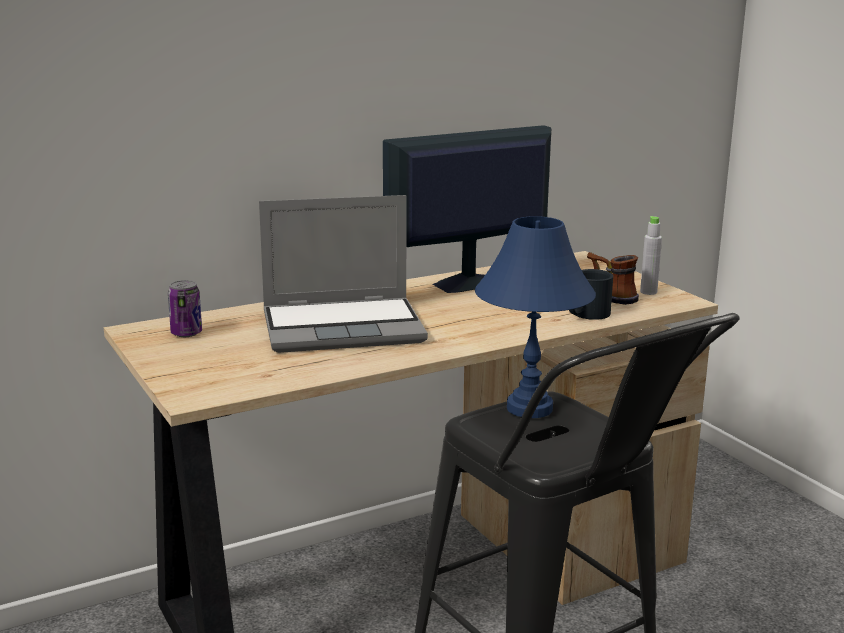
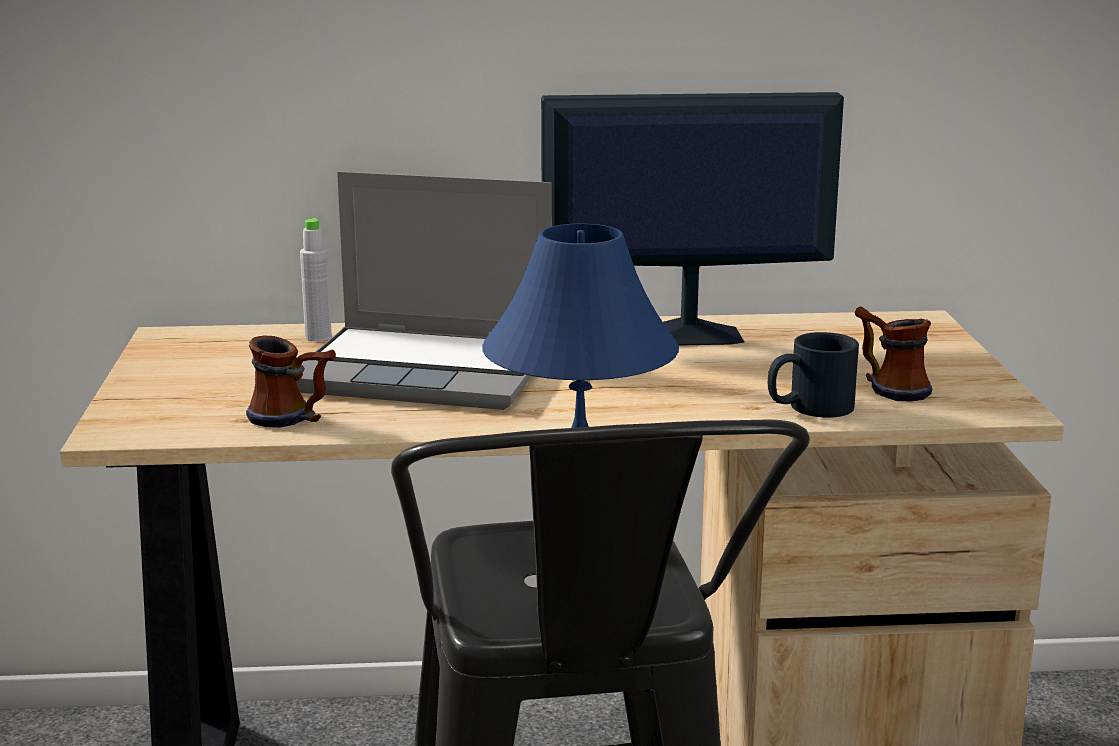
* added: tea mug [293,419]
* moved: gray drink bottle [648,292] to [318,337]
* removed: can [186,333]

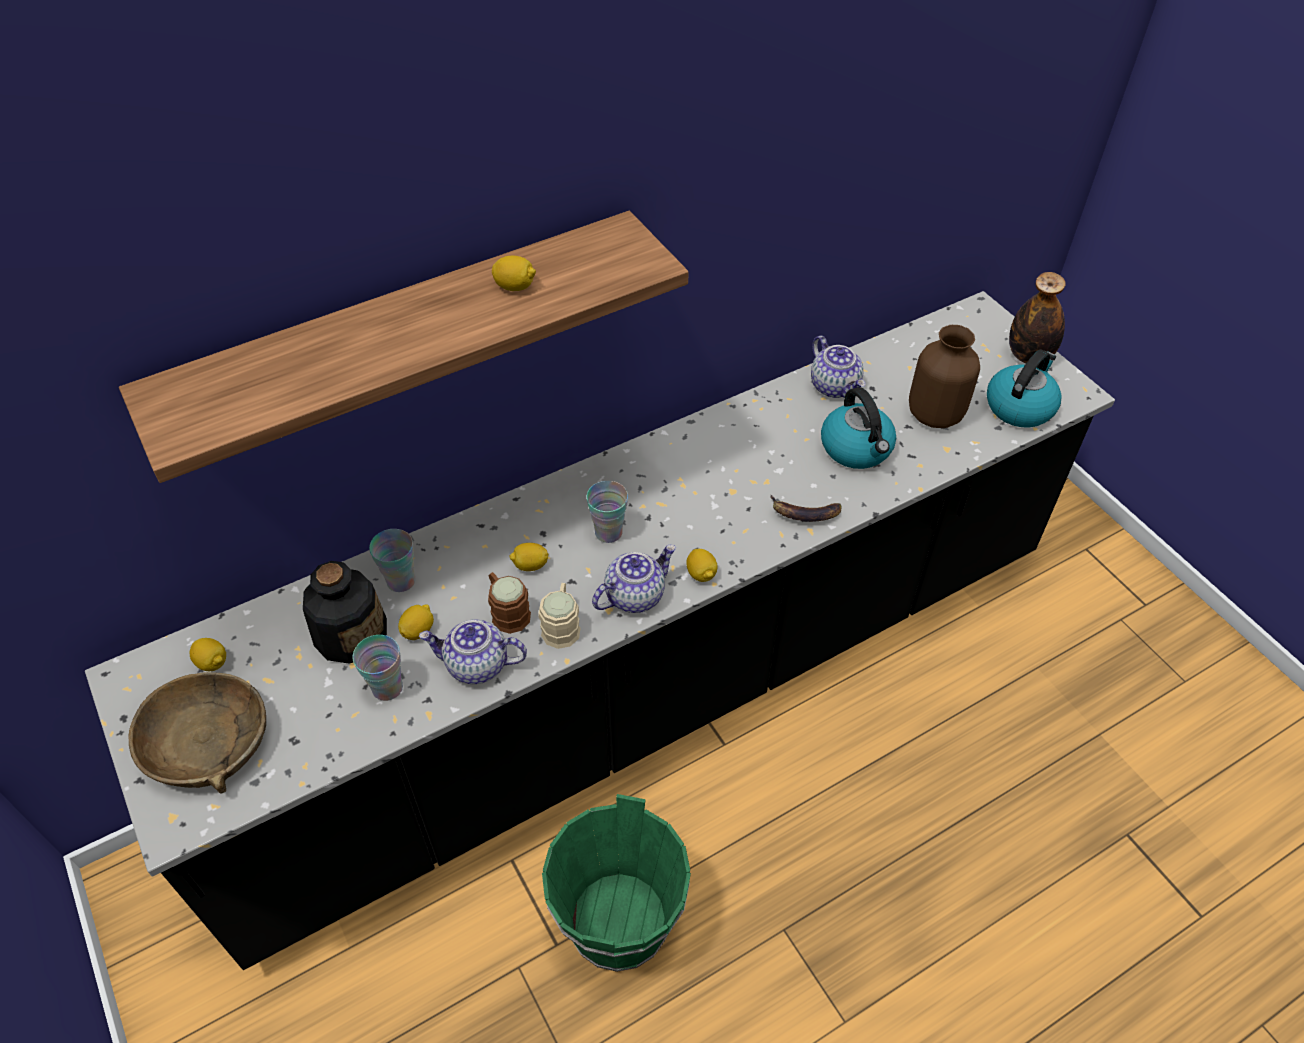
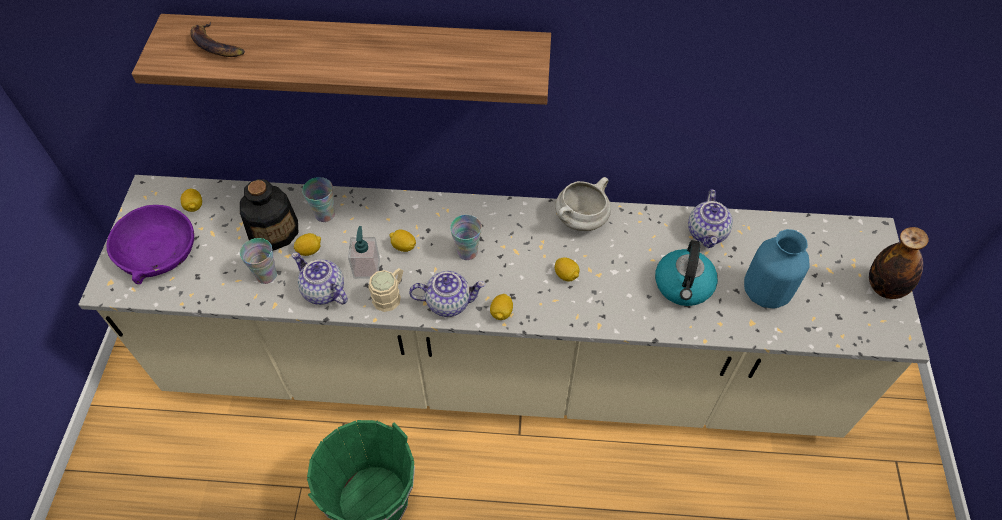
* recoloured: black kitchen base unit [651,689] to beige-coloured kitchen base unit [501,371]
* recoloured: brown bowl [207,742] to purplish bowl [157,251]
* moved: whole banana [804,513] to [216,45]
* replaced: brown tea mug [507,611] to soap bottle [367,268]
* added: white cooking pot [581,220]
* moved: citrus fruit [515,286] to [566,275]
* recoloured: brown vase [934,414] to blue vase [765,292]
* removed: kettle [1019,406]

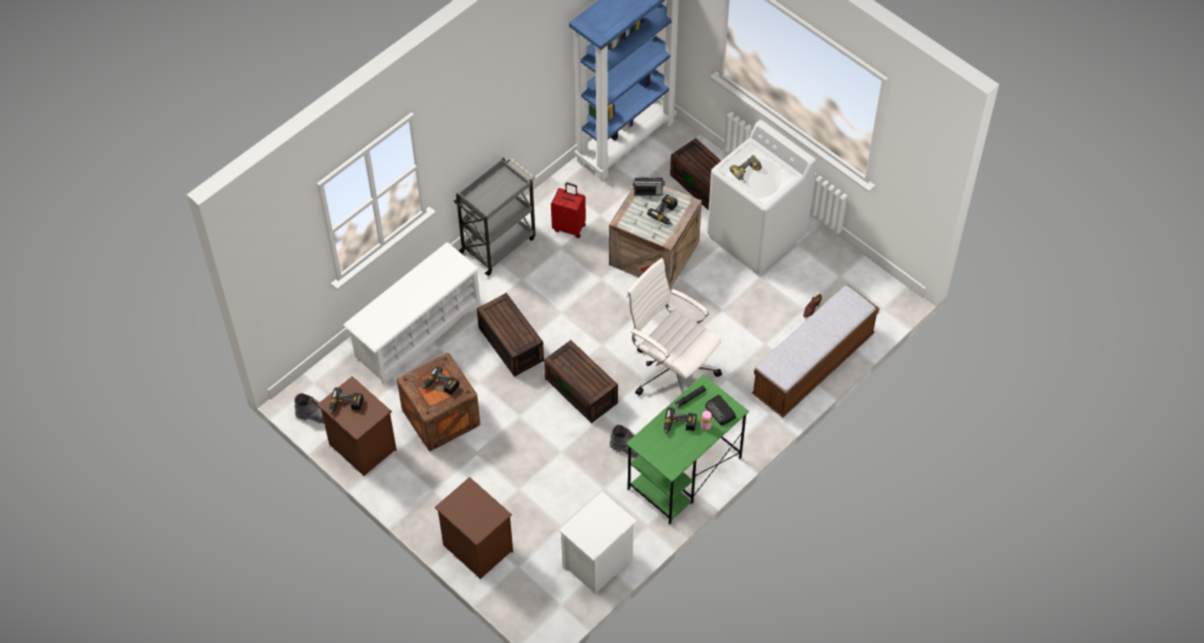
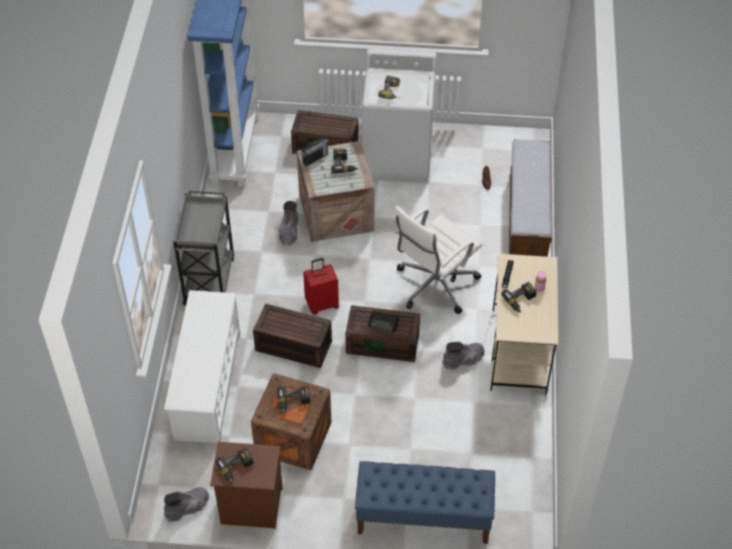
* added: gray tall boot [289,231]
* moved: reddish travel case [569,227] to [322,304]
* replaced: brown night table [476,548] to blue long seat [423,517]
* moved: radio set [720,412] to [384,323]
* turned: white desk chair [672,370] = [434,285] 45 degrees counterclockwise
* recoloured: greenish desk [684,474] to beige-coloured desk [519,351]
* removed: white night table [598,563]

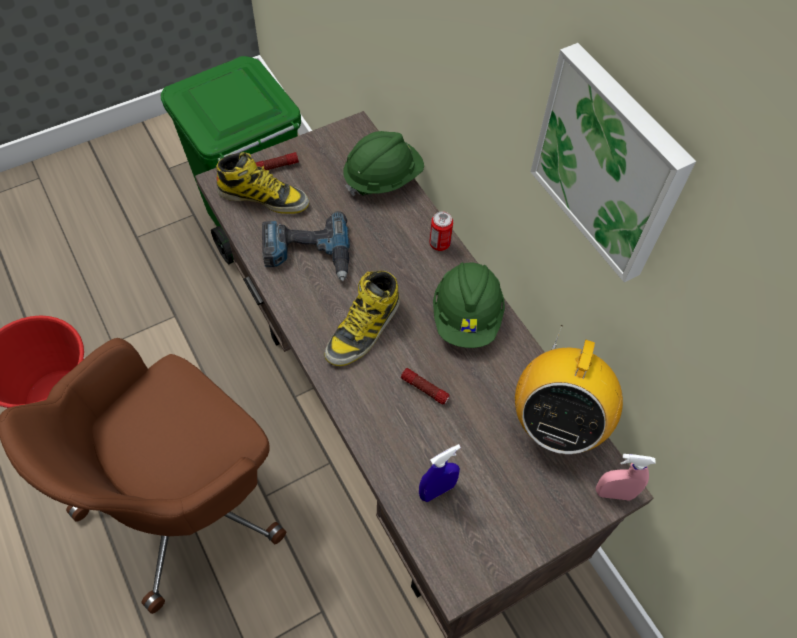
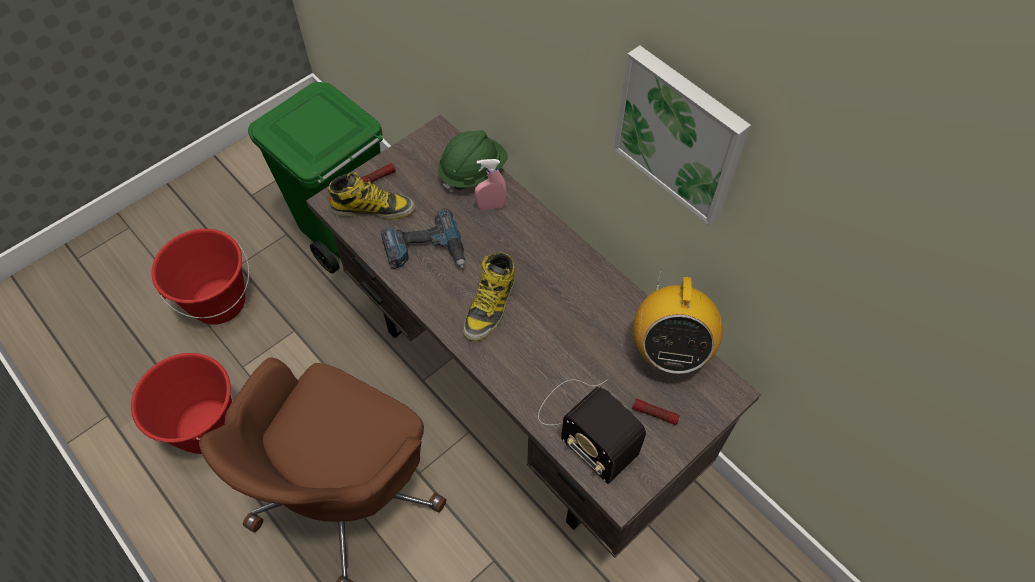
* added: reddish pail [219,302]
* moved: pink-coloured spray bottle [614,493] to [491,206]
* replaced: blue spray bottle [437,490] to radio set [585,426]
* moved: torch [425,389] to [655,414]
* removed: can [439,244]
* removed: greenish safety helmet [467,317]

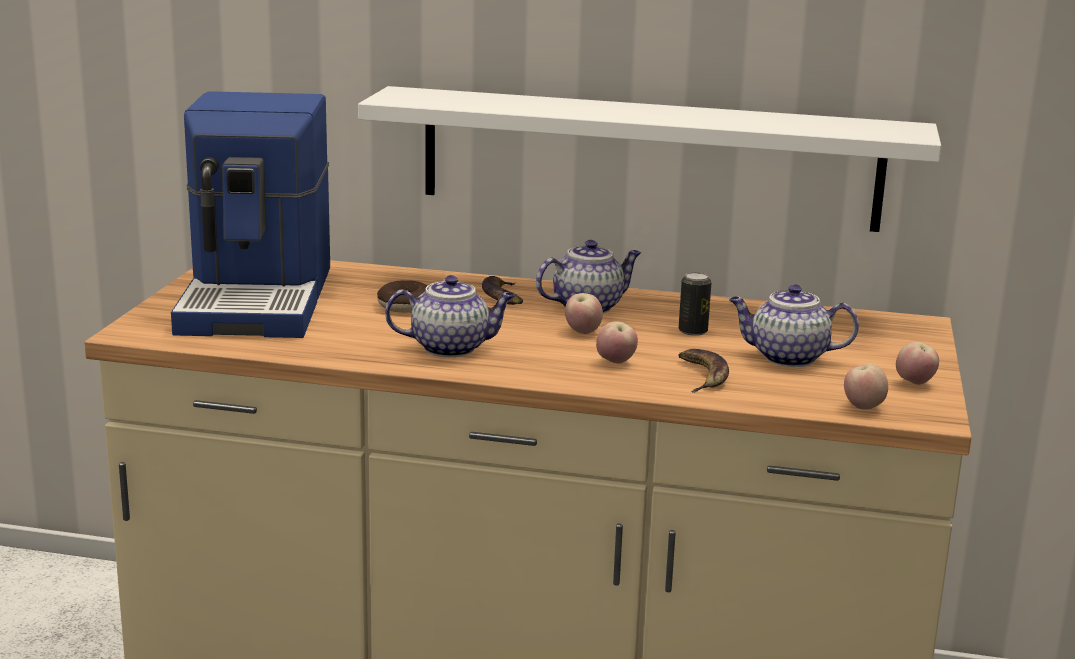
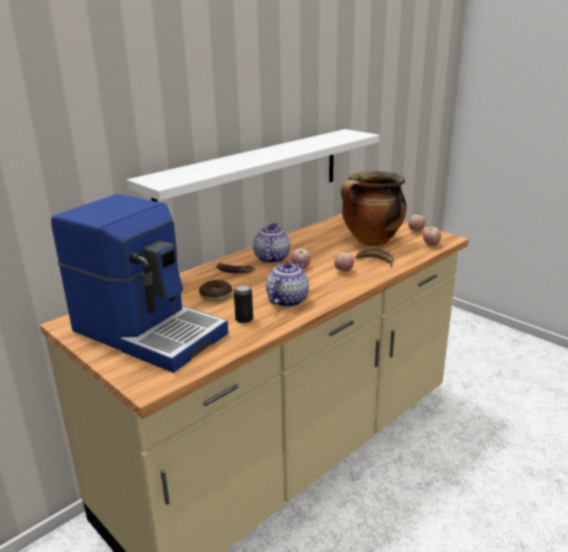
* moved: can [693,331] to [244,319]
* replaced: tea pot [787,358] to cooking pot [371,241]

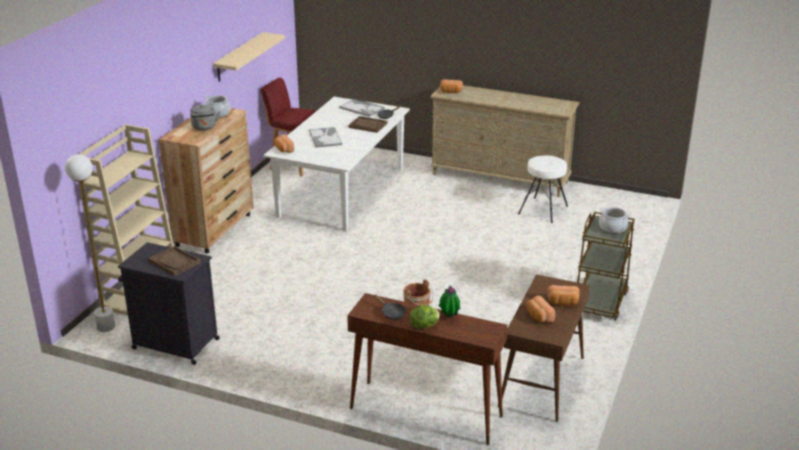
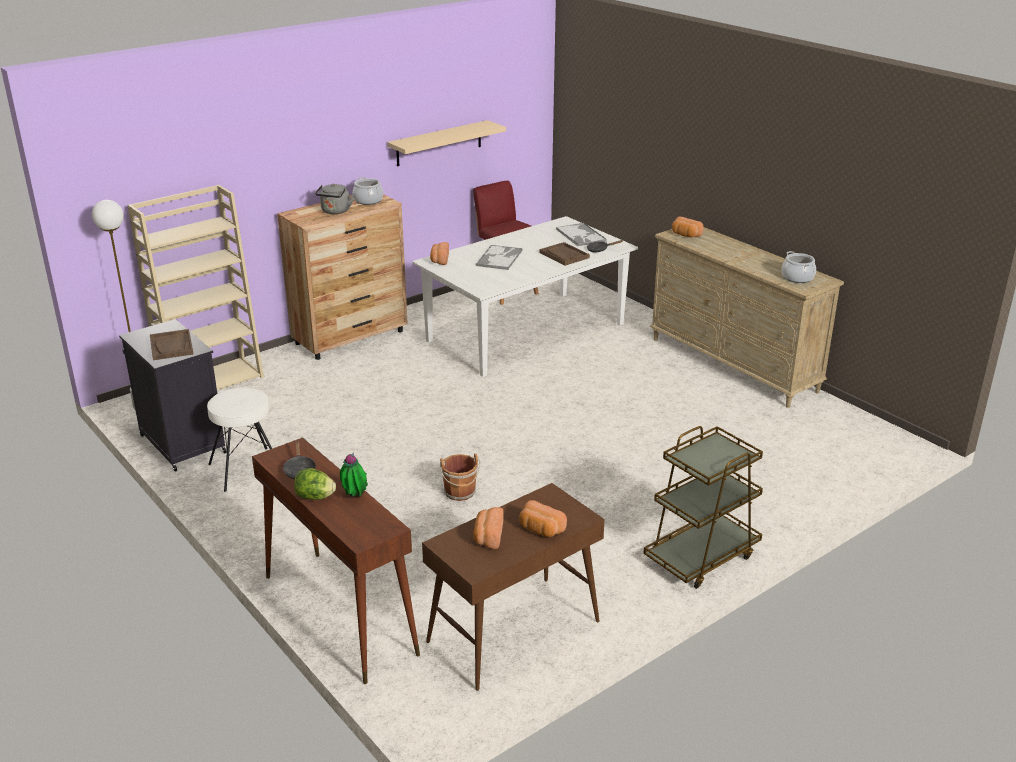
* moved: white stool [543,210] to [246,469]
* moved: cooking pot [612,228] to [797,277]

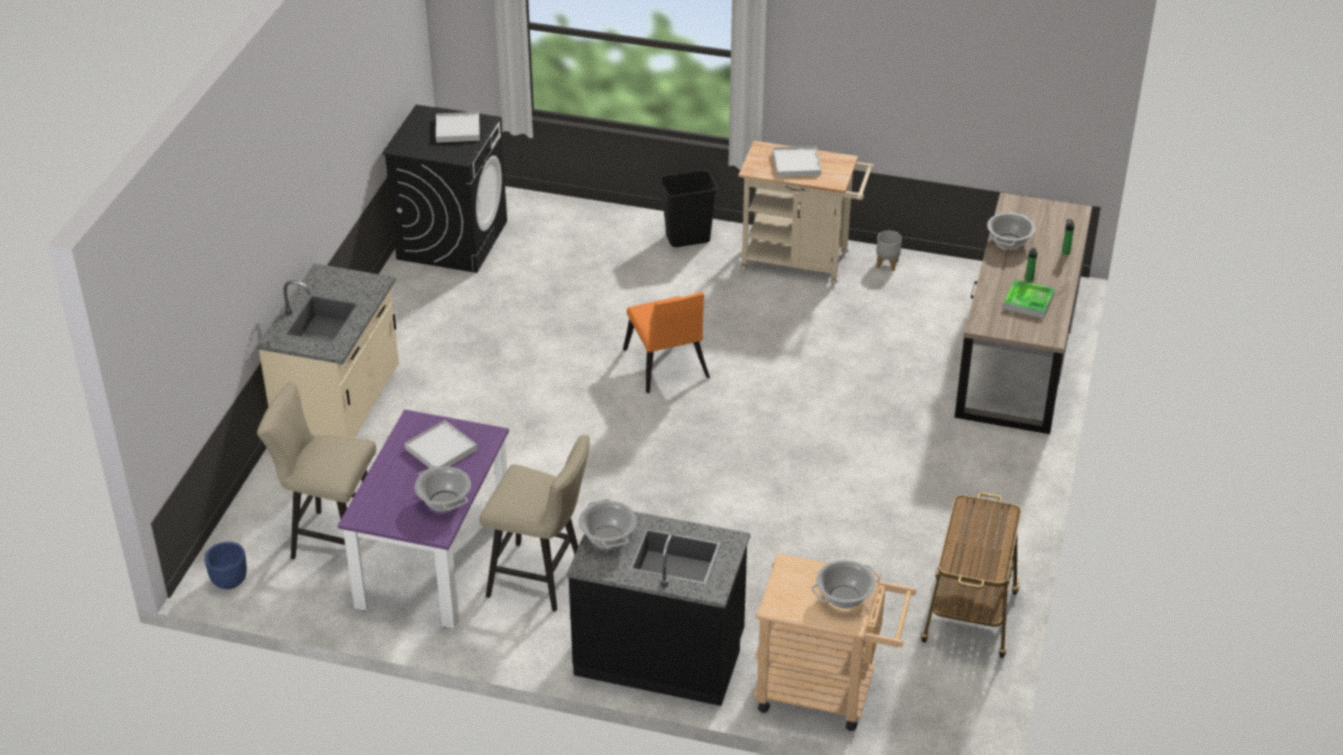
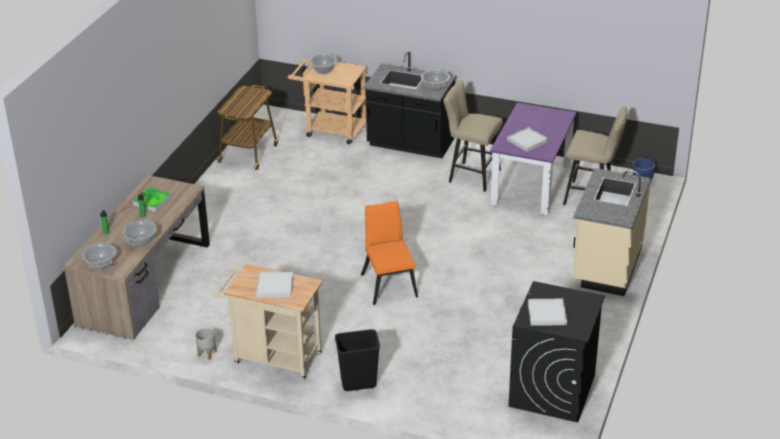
* moved: cooking pot [444,501] to [100,264]

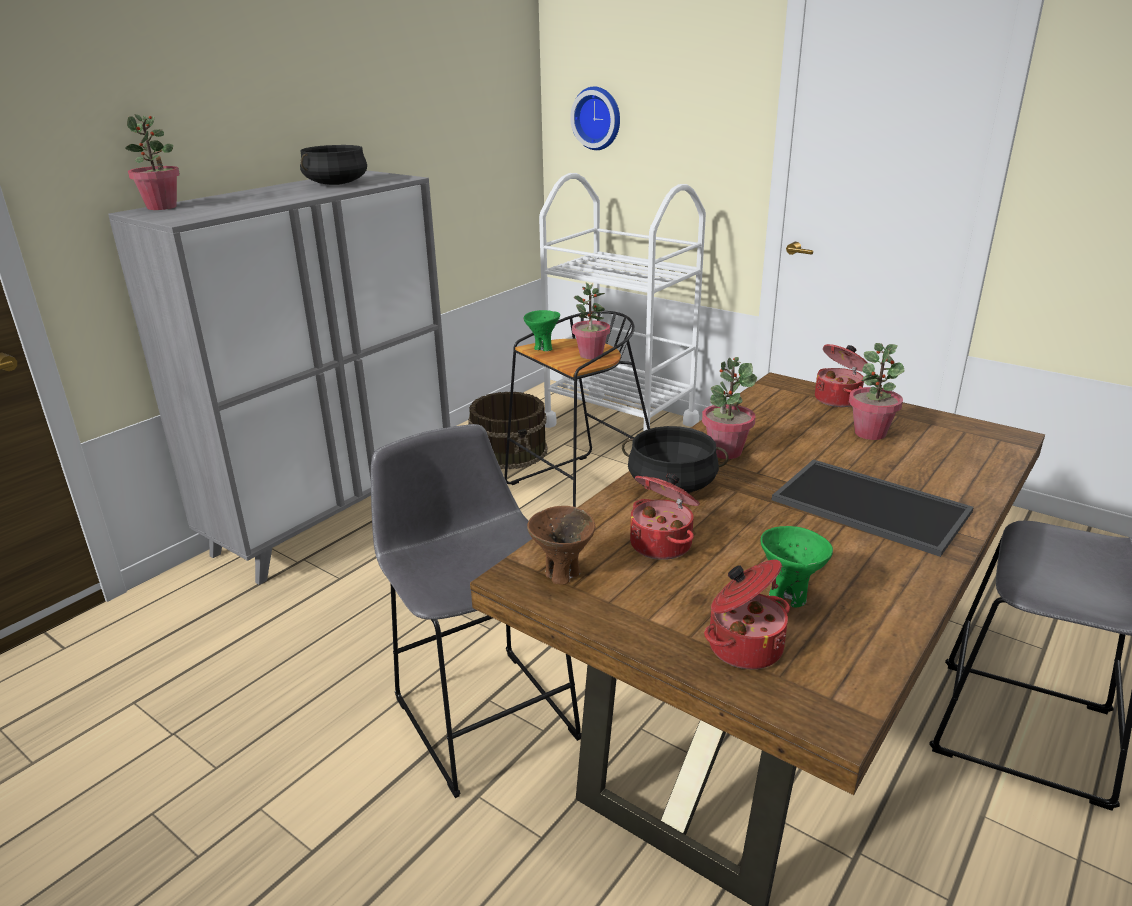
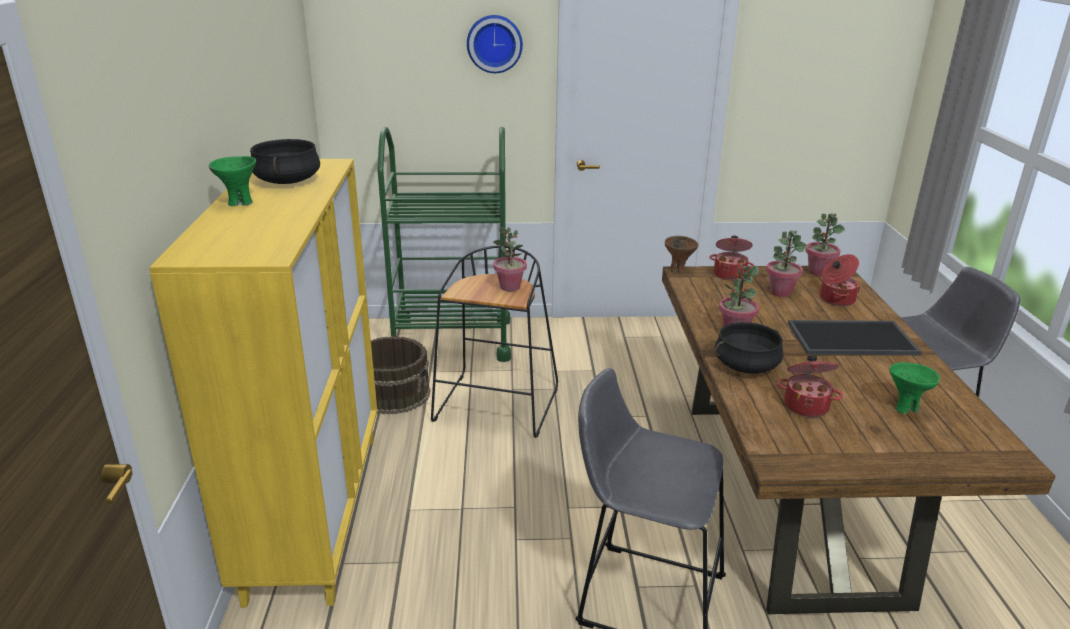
* recoloured: gray cabinet [336,515] to yellow cabinet [315,511]
* moved: greenish bowl [543,348] to [240,203]
* recoloured: white cart [619,424] to greenish cart [452,340]
* moved: clock on the wall [598,118] to [494,43]
* moved: brown bowl [563,575] to [678,270]
* moved: potted plant [162,207] to [818,272]
* moved: cooking pot [743,646] to [835,299]

